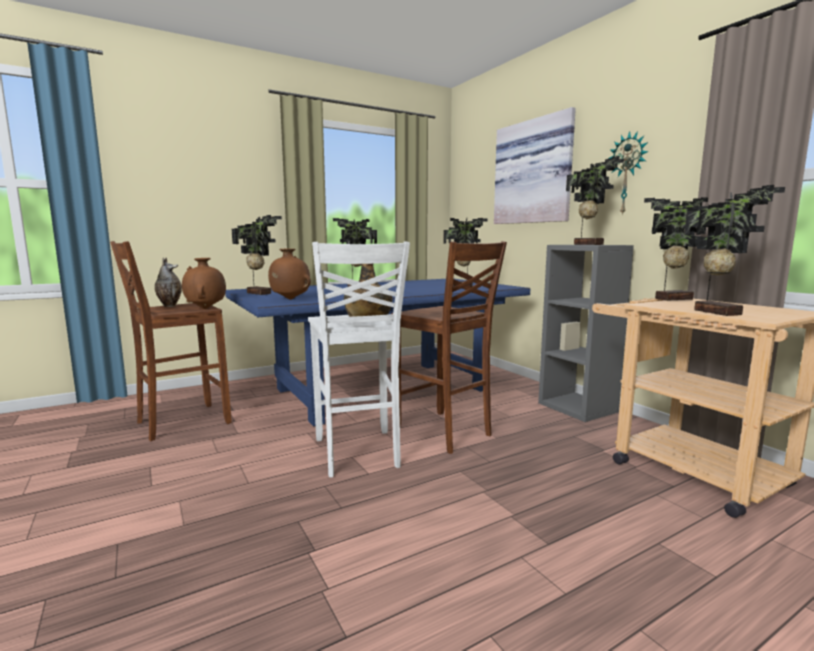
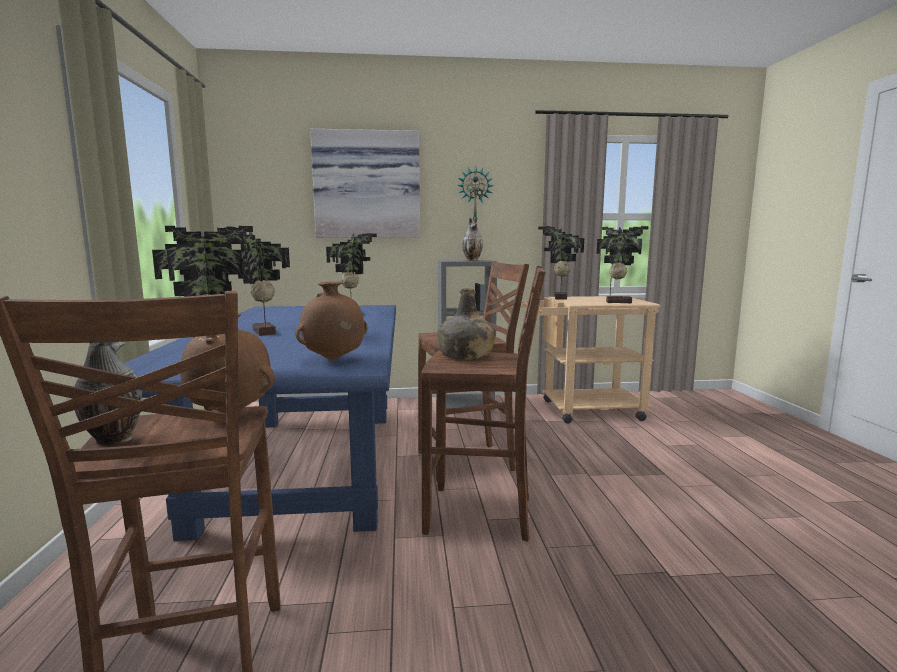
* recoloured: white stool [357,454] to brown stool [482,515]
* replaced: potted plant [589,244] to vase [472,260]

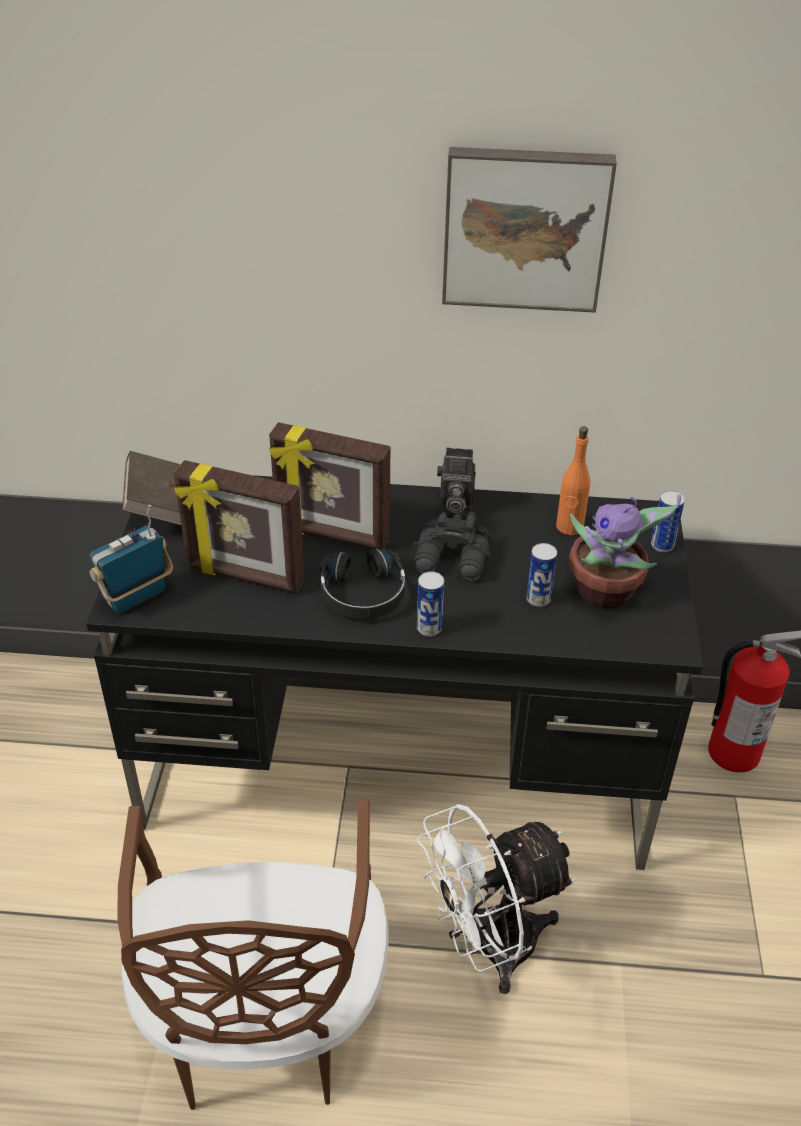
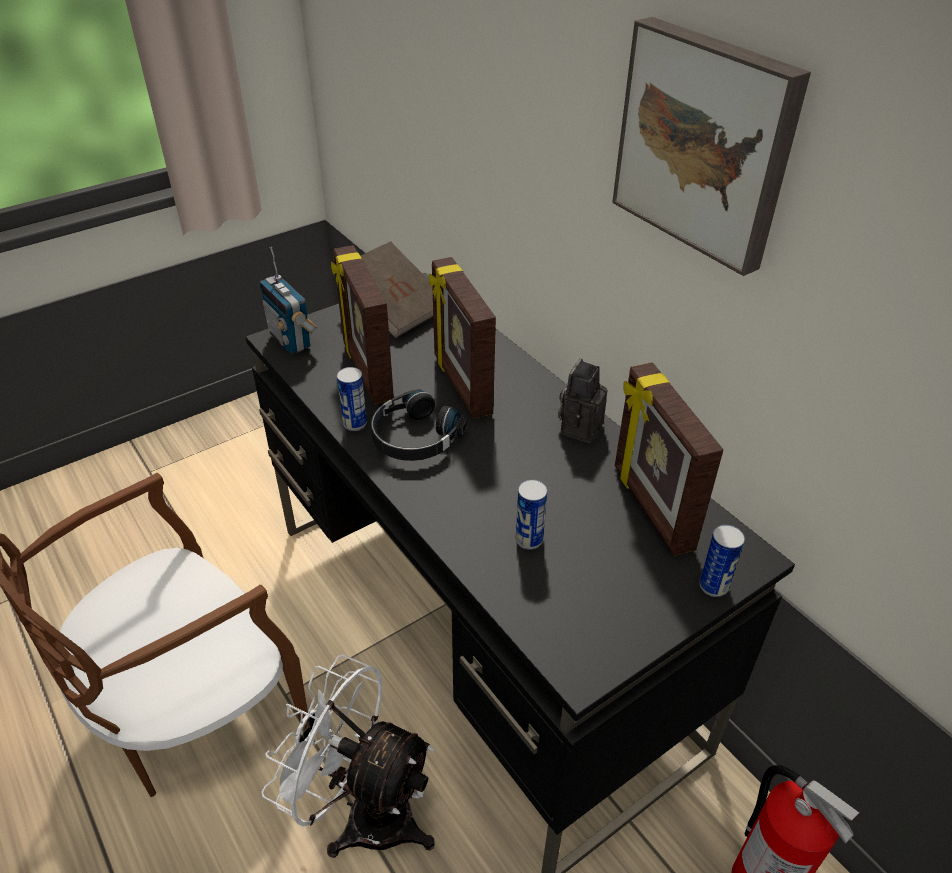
* turned: radio set [136,597] = [291,340] 135 degrees counterclockwise
* moved: can [429,628] to [355,424]
* turned: still camera [454,507] = [579,426] 60 degrees clockwise
* replaced: orangey drink bottle [569,527] to picture frame [650,508]
* removed: black field glasses [453,561]
* removed: potted plant [606,593]

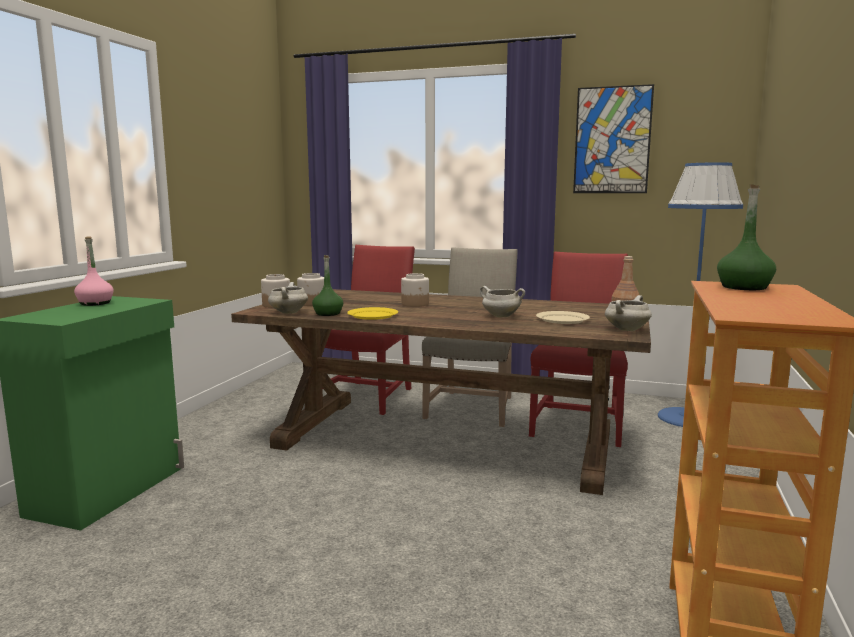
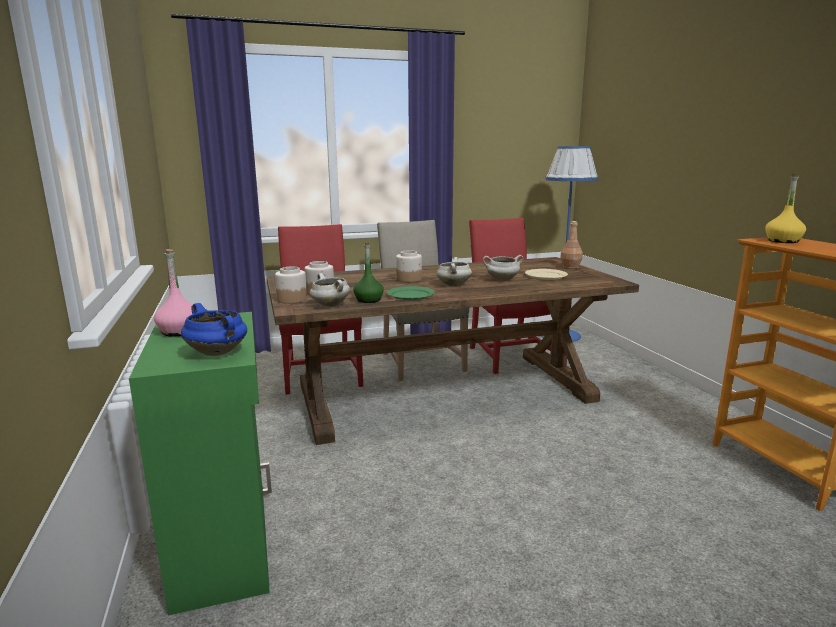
* added: blue cooking pot [218,353]
* recoloured: yellow flat dish [372,315] to greenish flat dish [410,295]
* moved: white cooking pot [626,329] to [453,285]
* recoloured: greenish drink bottle [744,287] to yellow drink bottle [783,241]
* removed: picture [612,140]

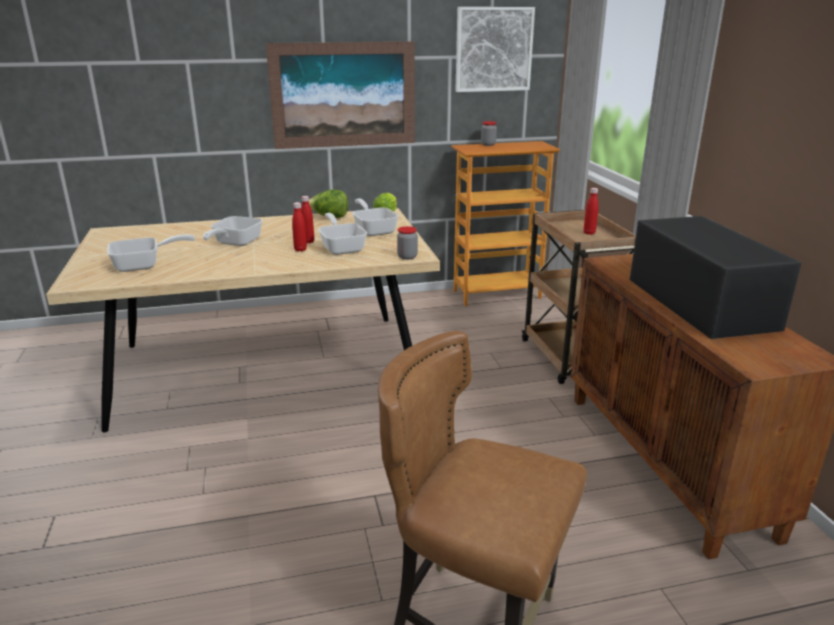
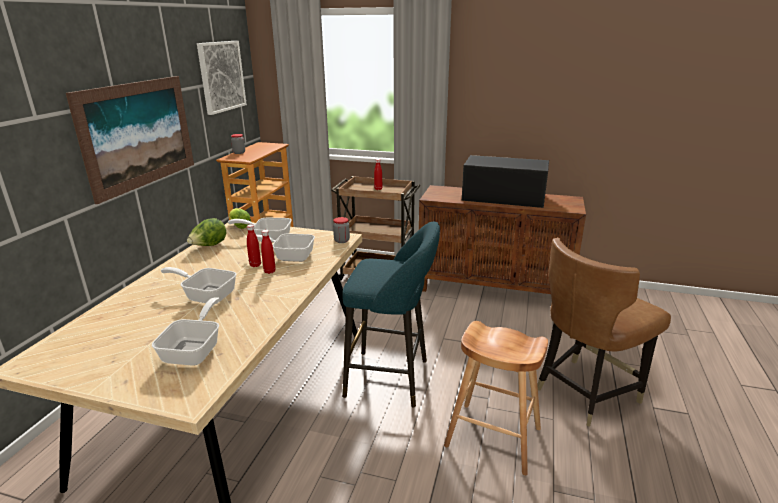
* turned: frying pan [234,243] = [206,295] 150 degrees clockwise
* added: turquoise-coloured stool [392,379]
* added: brown stool [493,437]

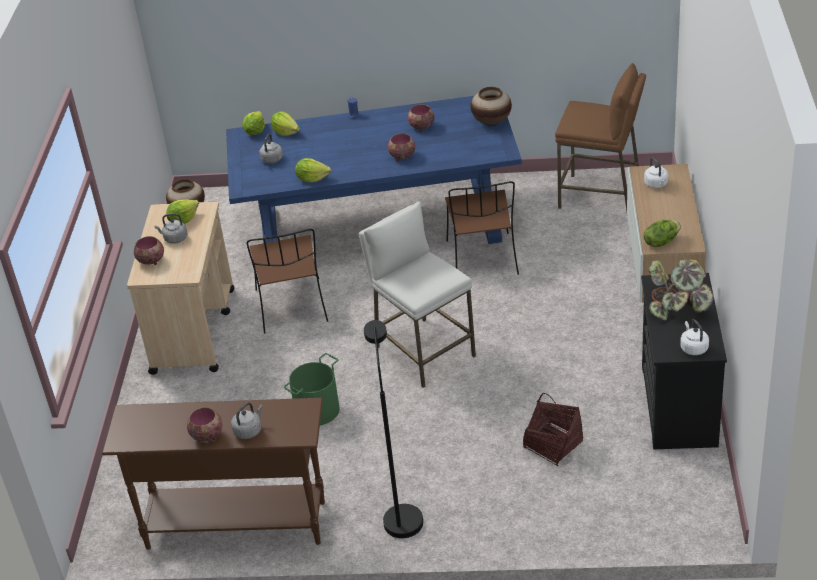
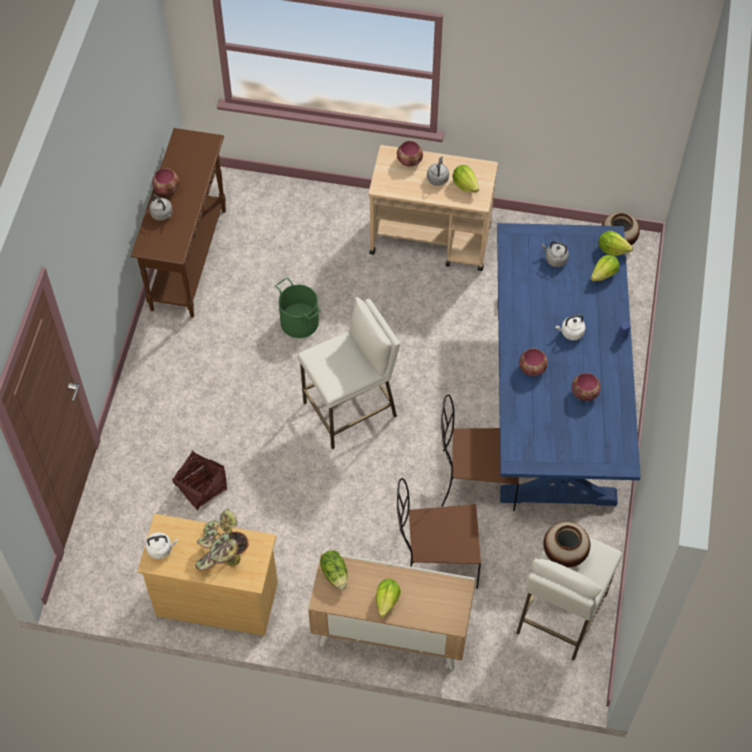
* recoloured: black dresser [678,406] to beige-coloured dresser [216,598]
* moved: lettuce [312,178] to [387,600]
* moved: brown plain chair [292,307] to [435,559]
* recoloured: brown stool [600,196] to white stool [560,613]
* moved: vase [492,122] to [564,554]
* moved: white kettle [656,184] to [570,333]
* removed: black standard lamp [400,514]

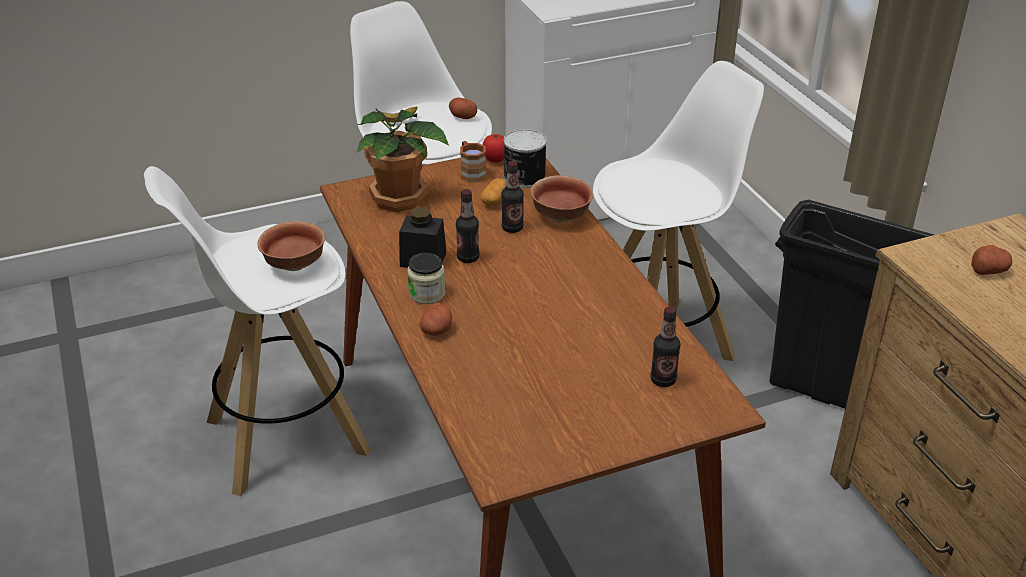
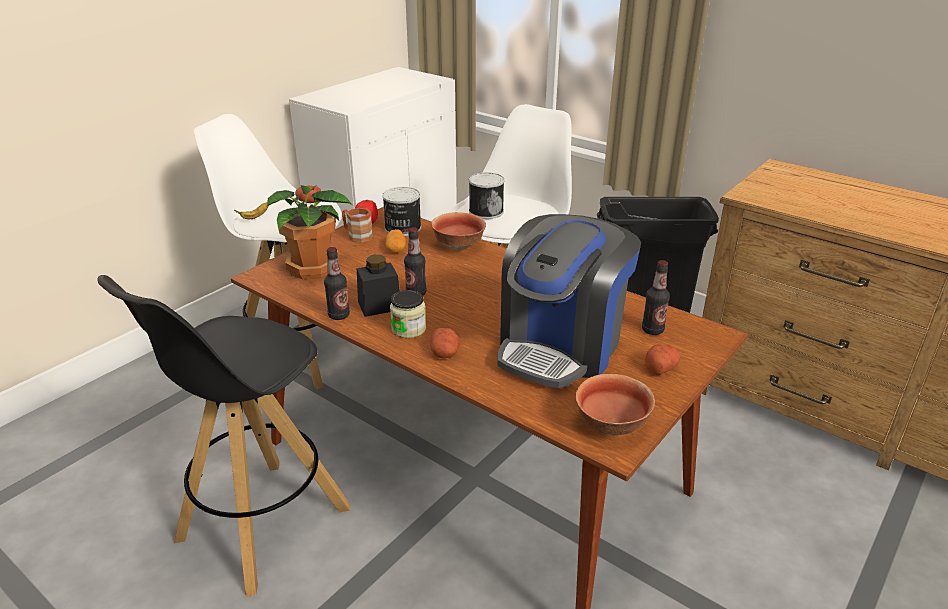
* recoloured: white stool [284,437] to black stool [262,525]
* moved: drink bottle [512,228] to [339,315]
* added: can [485,211]
* added: coffee brewer [561,346]
* moved: bowl [294,265] to [612,426]
* moved: whole potato [988,270] to [660,368]

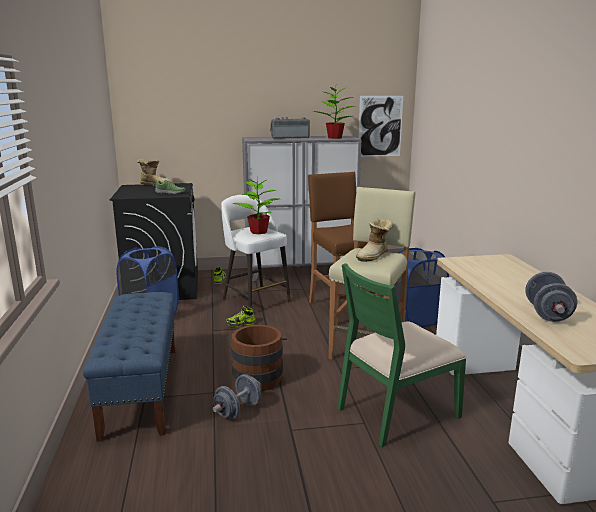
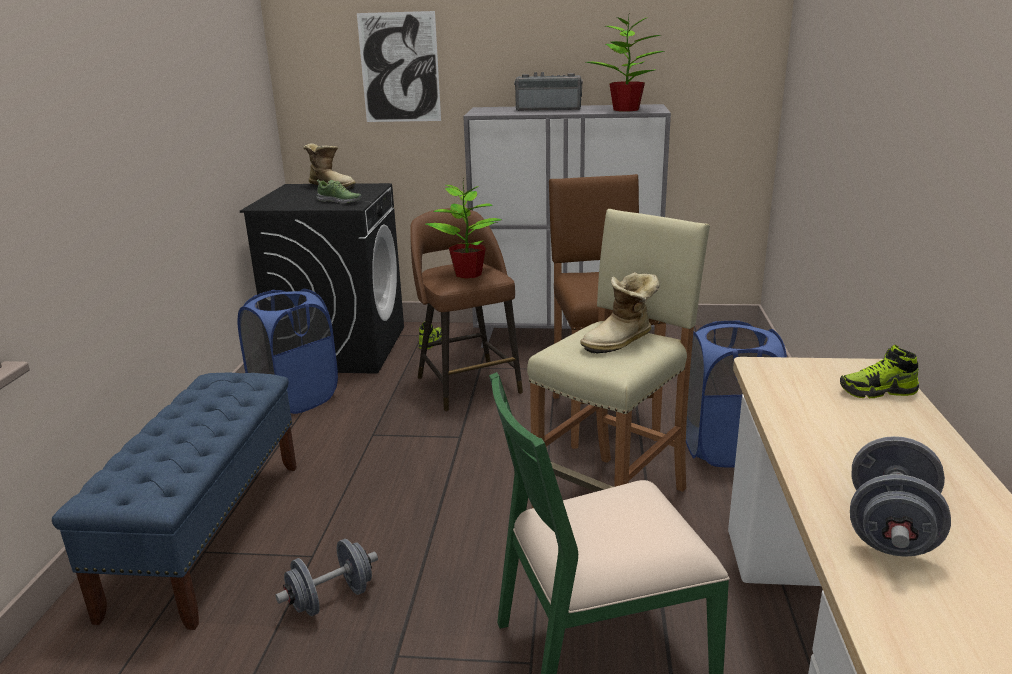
* moved: picture [380,126] to [399,68]
* recoloured: white stool [255,300] to brown stool [467,383]
* moved: low shoe [240,323] to [877,391]
* removed: brown pail [258,376]

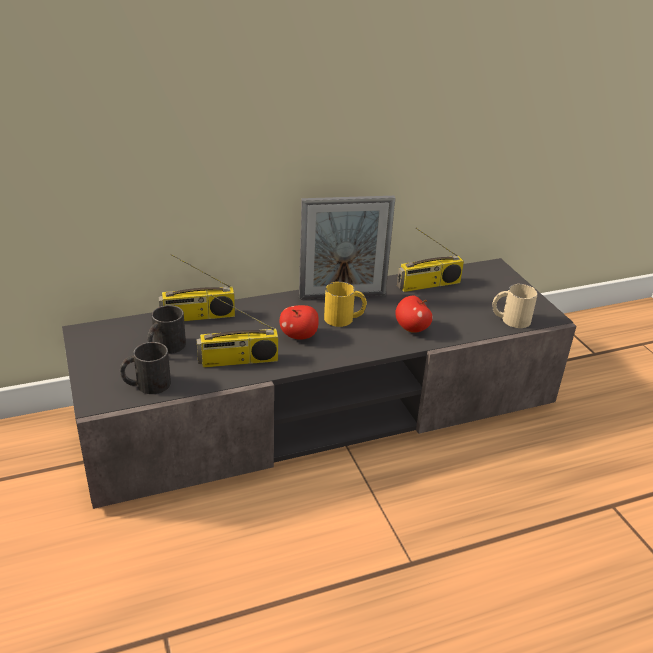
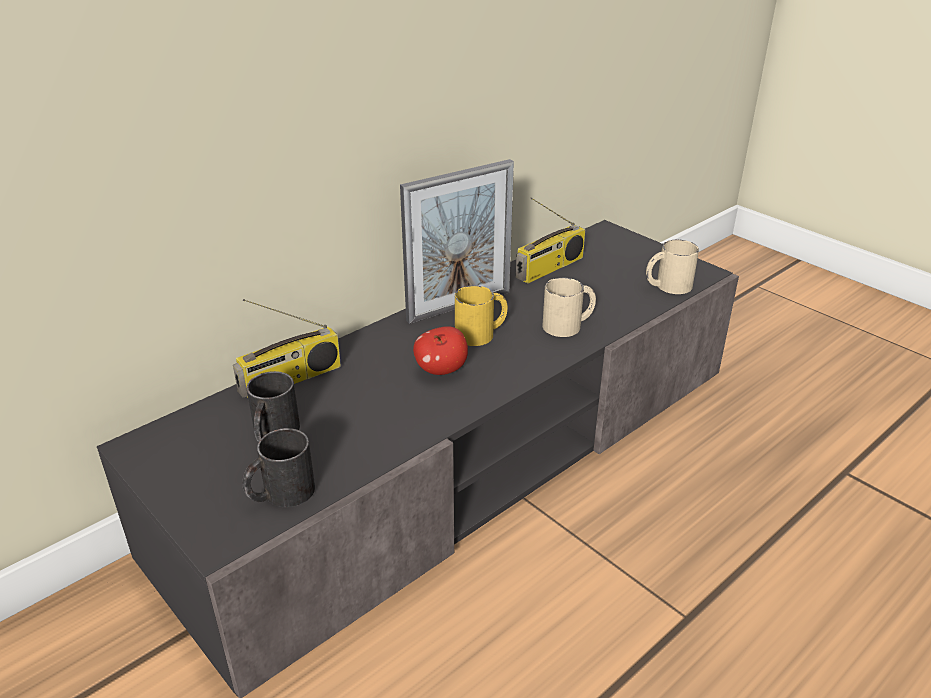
* replaced: apple [411,328] to beige-coloured tea mug [569,325]
* removed: radio set [238,361]

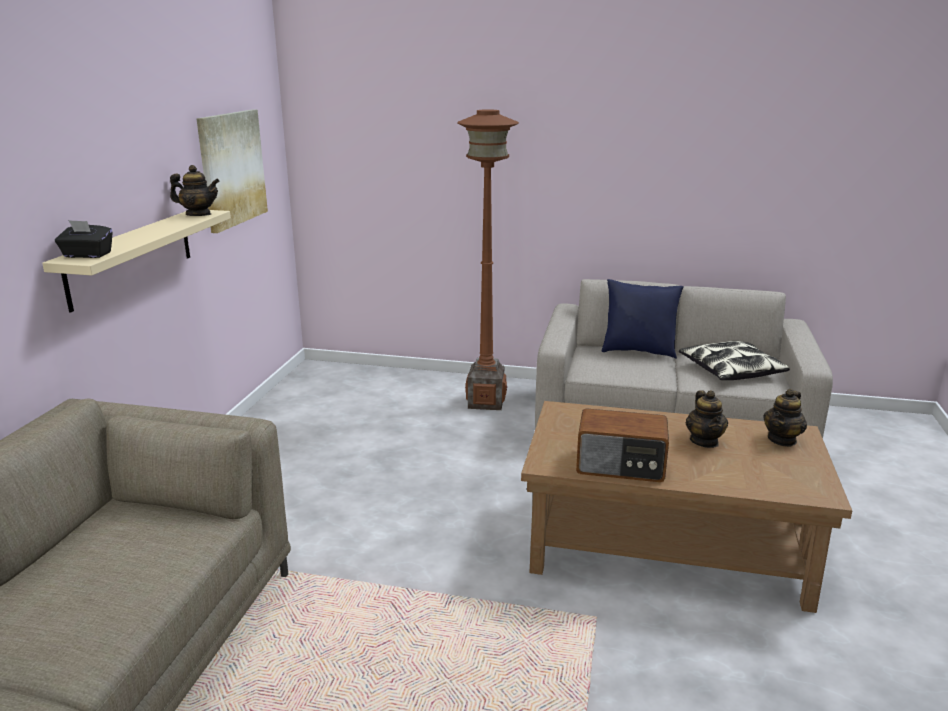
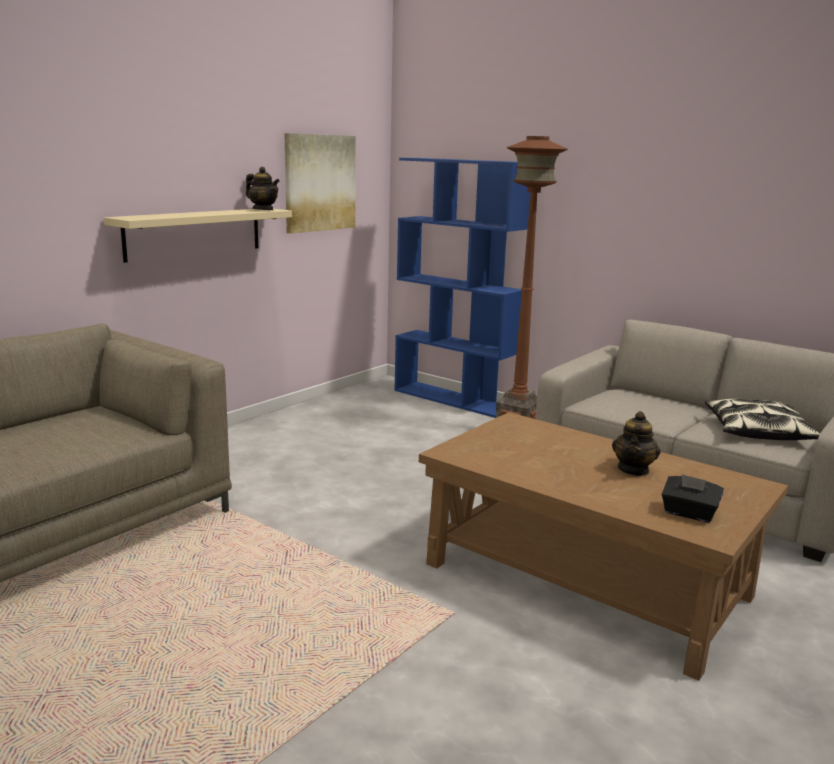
* added: blue bookshelf [454,399]
* moved: black tissue holder [87,255] to [689,513]
* removed: radio set [621,466]
* removed: blue pillow [638,351]
* removed: tea pot [782,440]

